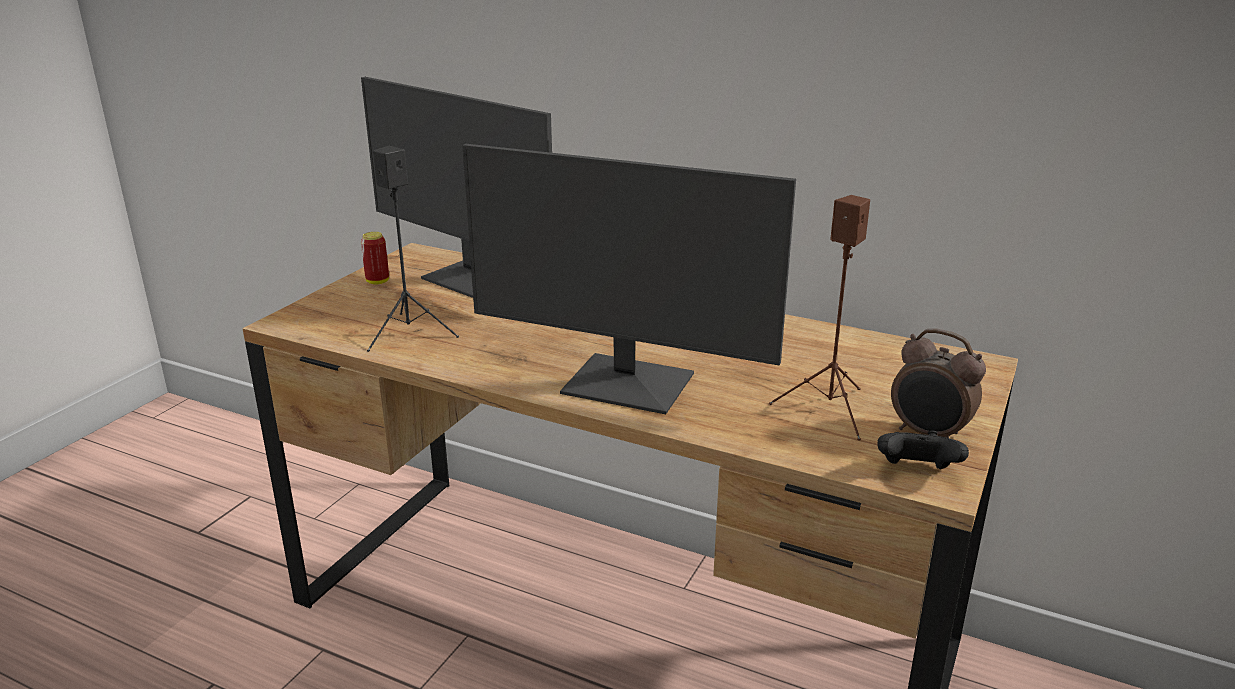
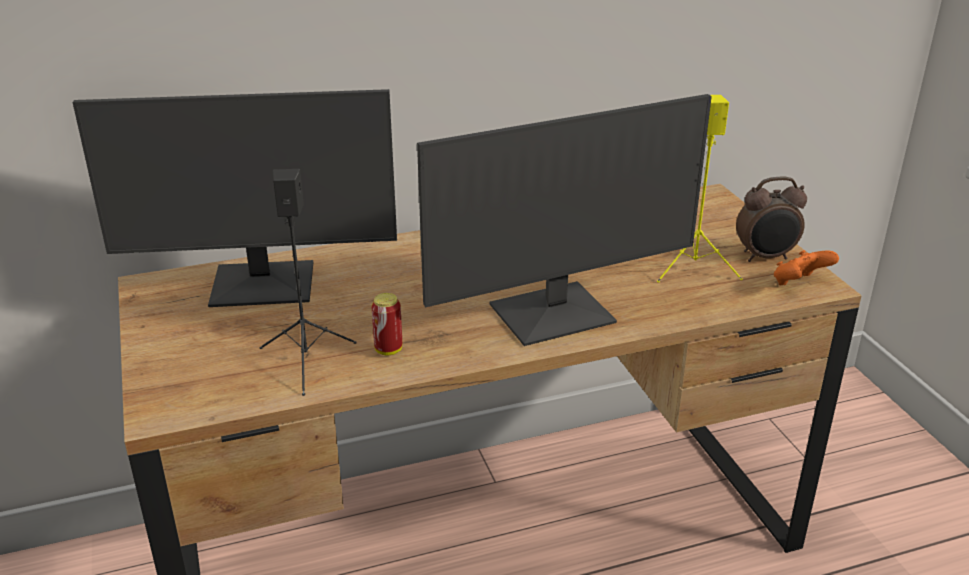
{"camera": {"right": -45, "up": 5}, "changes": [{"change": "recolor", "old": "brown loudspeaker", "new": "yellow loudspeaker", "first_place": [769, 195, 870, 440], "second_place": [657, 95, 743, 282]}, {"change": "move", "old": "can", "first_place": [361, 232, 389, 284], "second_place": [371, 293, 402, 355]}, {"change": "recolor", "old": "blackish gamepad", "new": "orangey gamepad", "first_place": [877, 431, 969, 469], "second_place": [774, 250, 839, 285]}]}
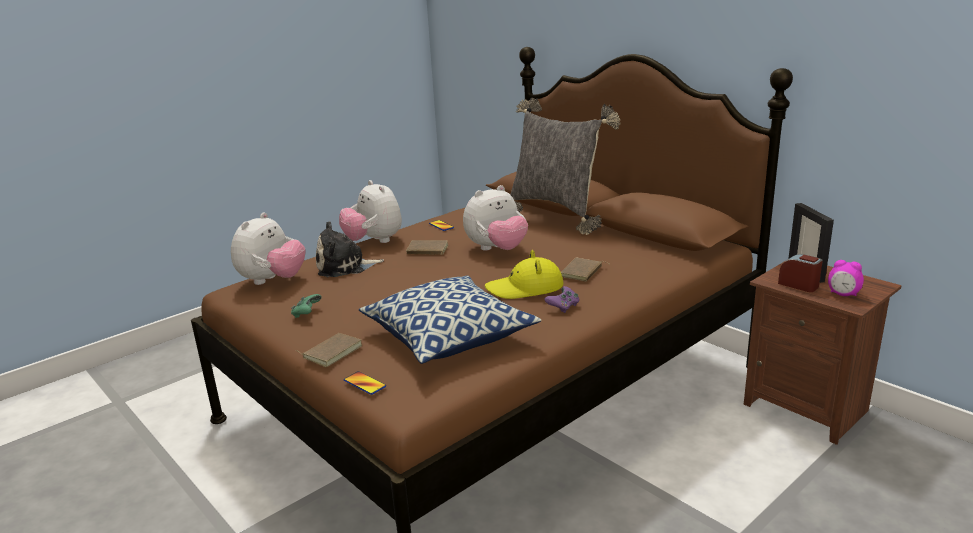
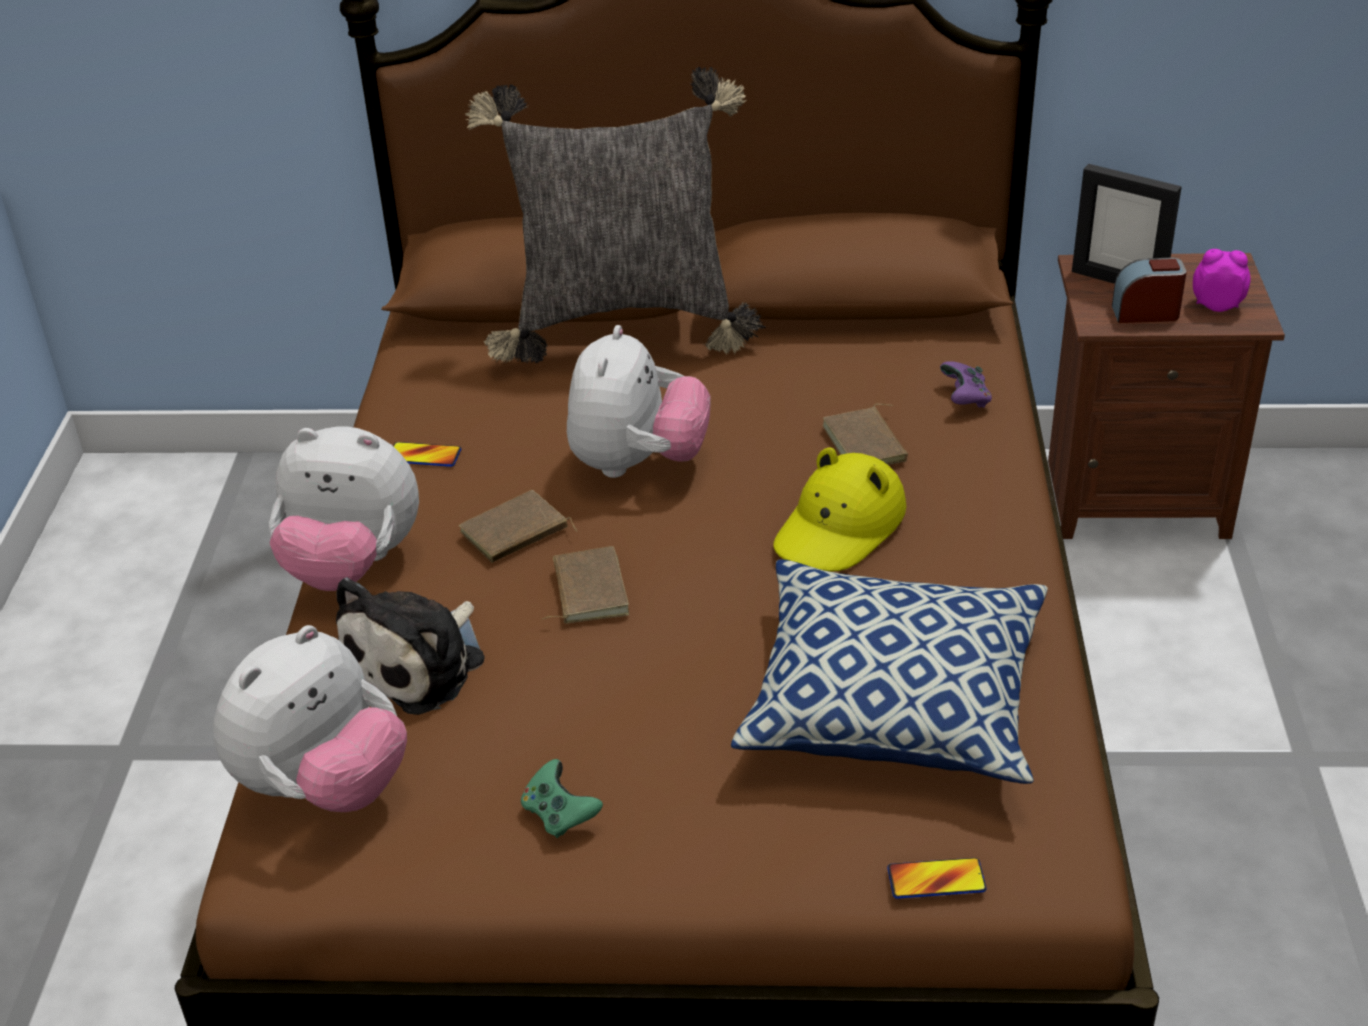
{"camera": {"right": -45, "up": 15}, "changes": [{"change": "rotate", "old": "soft toy", "first_place": [231, 213, 306, 285], "second_place": [213, 625, 407, 812], "degrees": 60}, {"change": "rotate", "old": "table clock", "first_place": [828, 260, 864, 296], "second_place": [1193, 249, 1250, 312], "degrees": -150}, {"change": "move", "old": "purplish gamepad", "first_place": [545, 286, 579, 313], "second_place": [940, 361, 992, 408]}, {"change": "move", "old": "brown volume", "first_place": [296, 333, 362, 367], "second_place": [542, 546, 629, 624]}]}
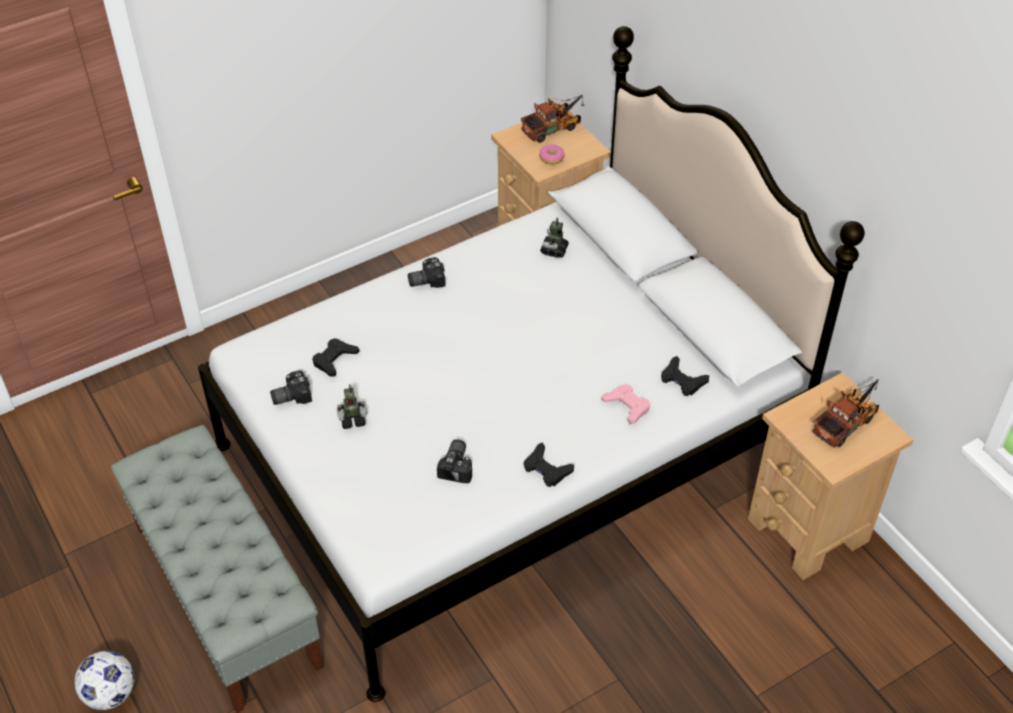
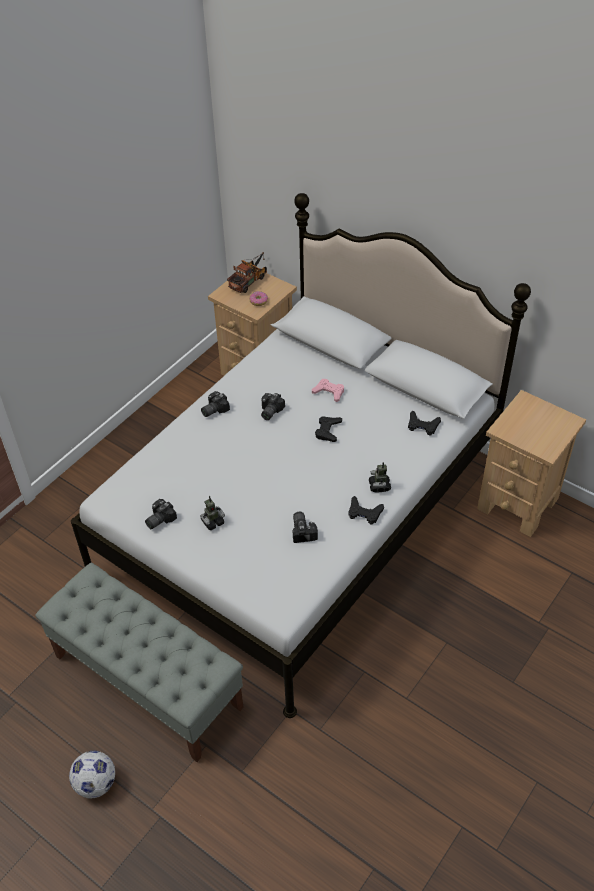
{"camera": {"right": -20, "up": 0}, "changes": [{"change": "move", "old": "robot figure", "first_place": [540, 218, 569, 257], "second_place": [369, 462, 391, 492]}, {"change": "move", "old": "blackish gamepad", "first_place": [312, 338, 359, 377], "second_place": [315, 416, 342, 442]}, {"change": "delete", "old": "model truck", "first_place": [812, 379, 879, 448]}, {"change": "move", "old": "pinkish gamepad", "first_place": [602, 384, 650, 424], "second_place": [312, 379, 344, 402]}, {"change": "insert", "new": "still camera", "second_place": [261, 393, 285, 420]}]}
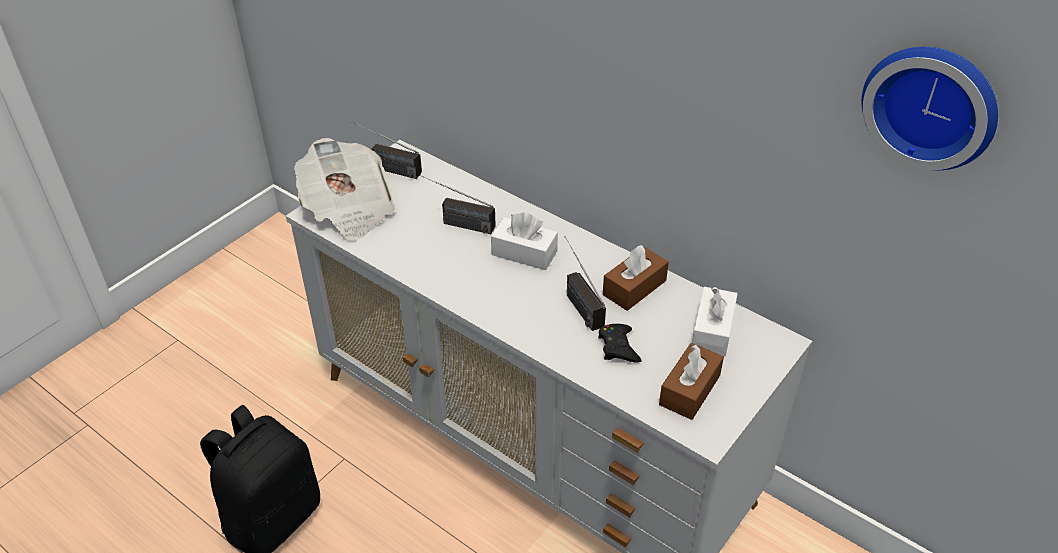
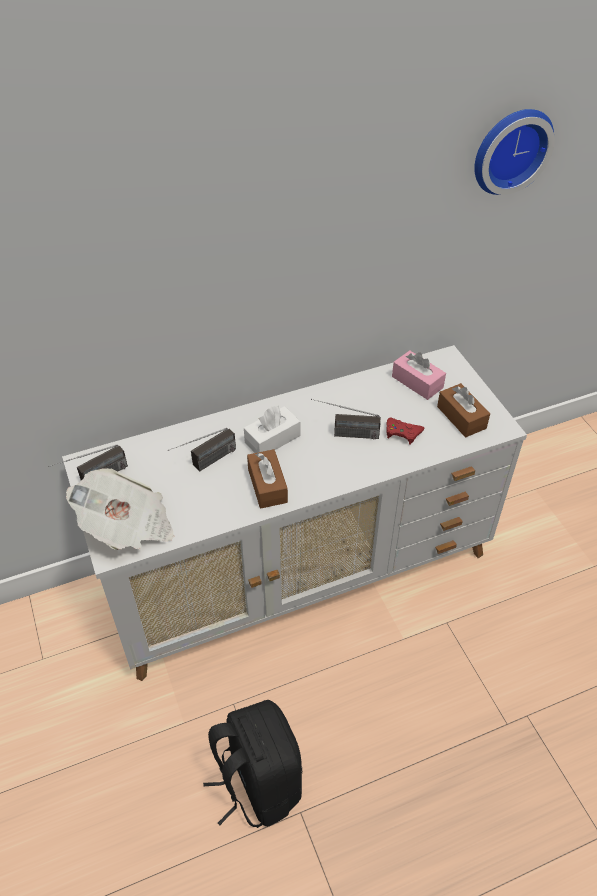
{"camera": {"right": -60, "up": 5}, "changes": [{"change": "move", "old": "brown box of tissues", "first_place": [603, 245, 669, 311], "second_place": [247, 449, 288, 509]}, {"change": "recolor", "old": "whitish box of tissues", "new": "pinkish box of tissues", "first_place": [692, 286, 738, 356], "second_place": [392, 350, 446, 400]}, {"change": "recolor", "old": "blackish gamepad", "new": "reddish gamepad", "first_place": [598, 324, 642, 363], "second_place": [387, 417, 424, 445]}]}
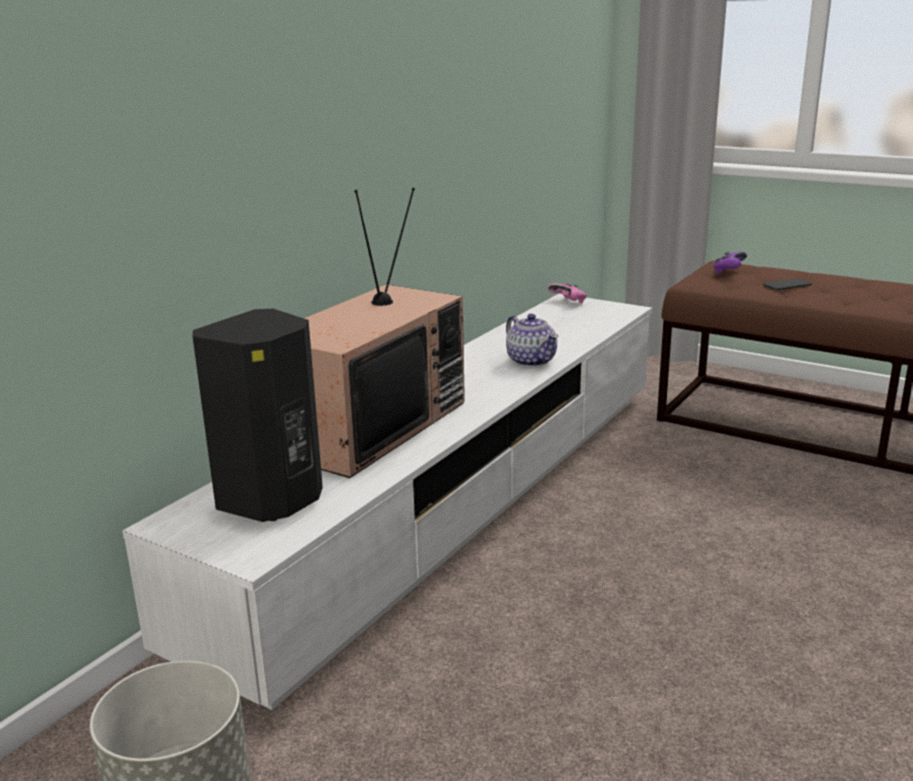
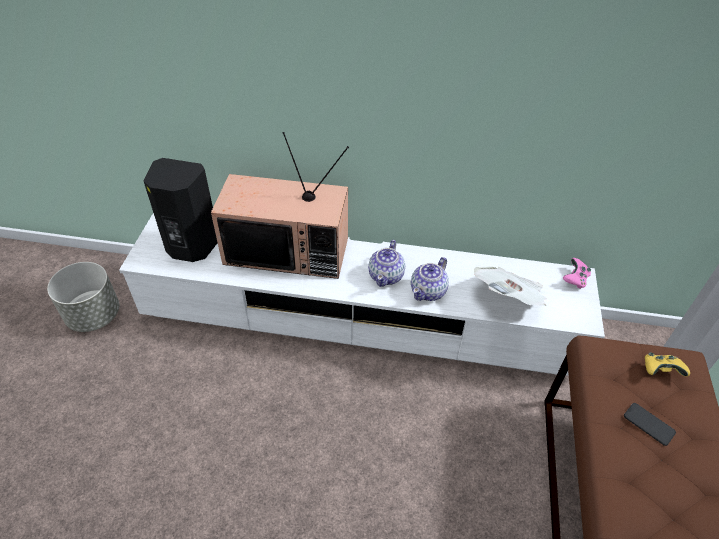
{"camera": {"right": 65, "up": 25}, "changes": [{"change": "recolor", "old": "purplish gamepad", "new": "yellow gamepad", "first_place": [713, 251, 747, 274], "second_place": [645, 353, 690, 377]}, {"change": "insert", "new": "teapot", "second_place": [368, 240, 405, 287]}, {"change": "insert", "new": "newspaper", "second_place": [474, 266, 547, 306]}]}
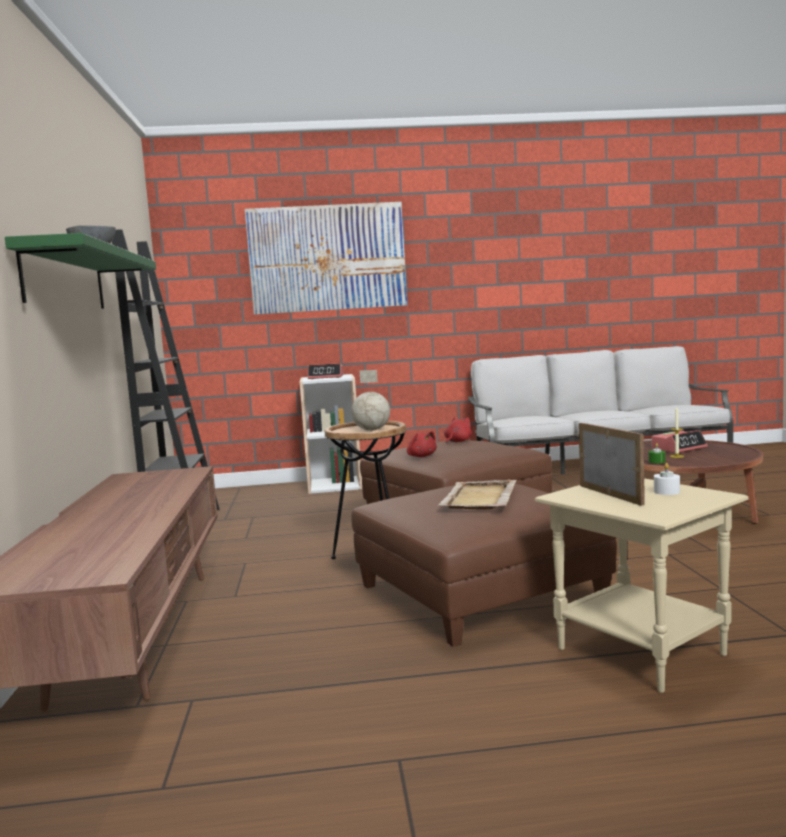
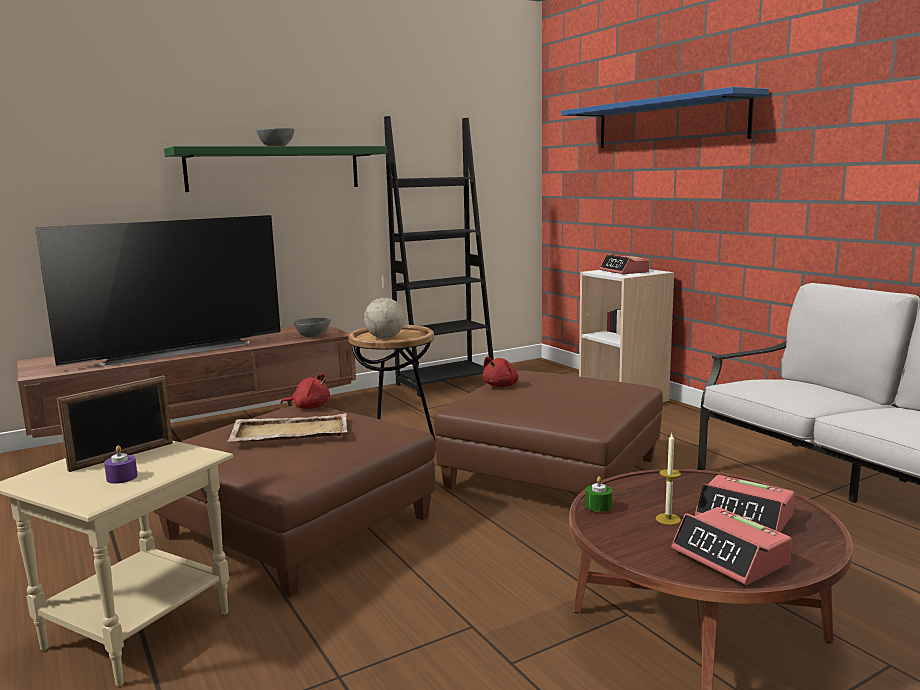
{"camera": {"right": 65, "up": 5}, "changes": [{"change": "replace", "old": "picture", "new": "blue wall shelf", "first_place": [245, 202, 407, 315], "second_place": [561, 87, 769, 148]}, {"change": "move", "old": "reddish soft toy", "first_place": [444, 417, 472, 444], "second_place": [281, 373, 330, 409]}, {"change": "recolor", "old": "whitish candle", "new": "purplish candle", "first_place": [654, 463, 680, 495], "second_place": [104, 445, 138, 484]}, {"change": "insert", "new": "television", "second_place": [35, 215, 281, 366]}, {"change": "insert", "new": "greyish serving bowl", "second_place": [294, 318, 331, 338]}, {"change": "insert", "new": "table clock", "second_place": [672, 507, 792, 585]}]}
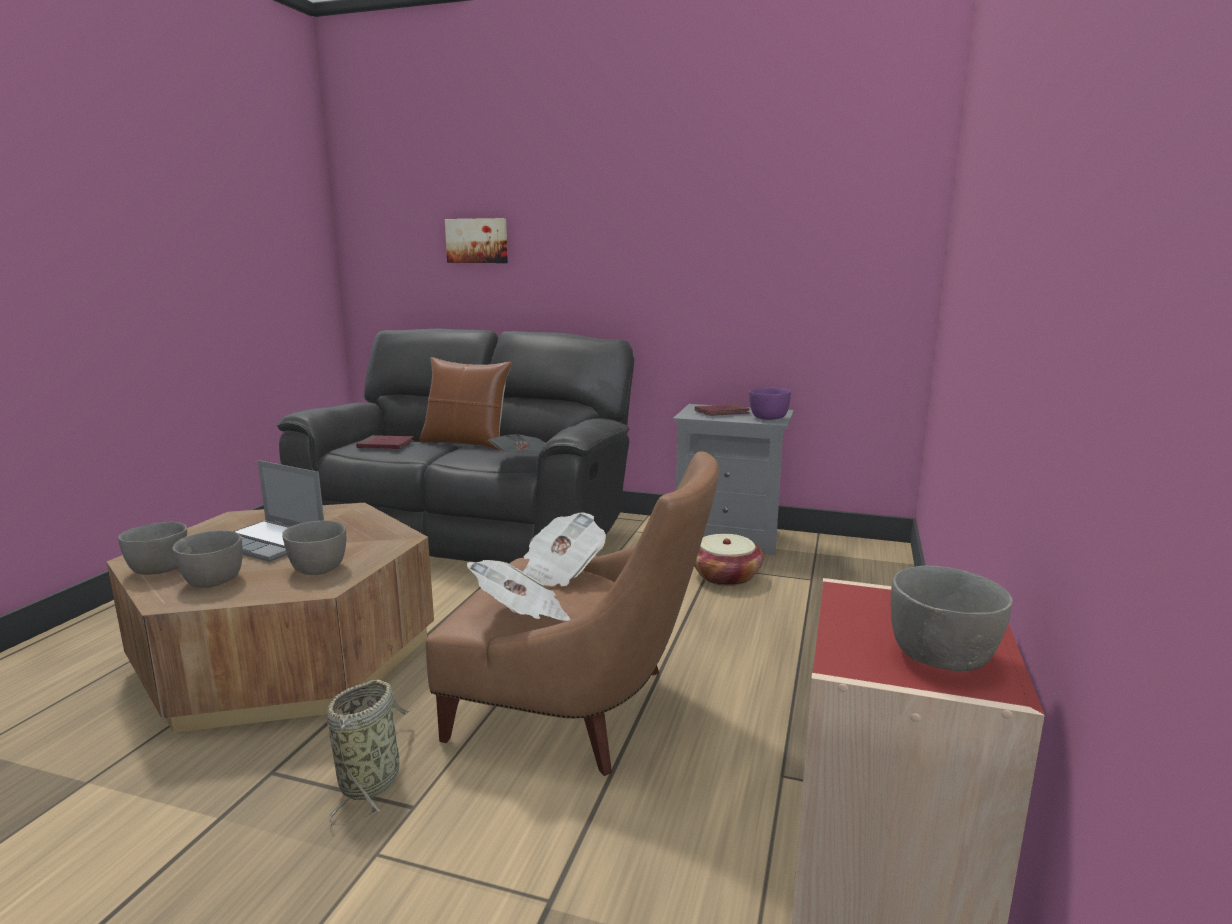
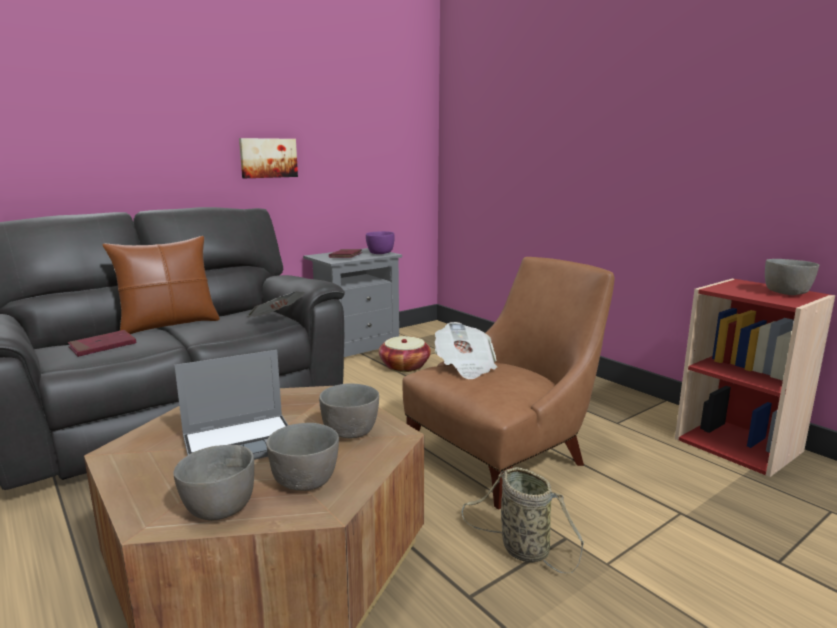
{"camera": {"right": -55, "up": 0}, "changes": [{"change": "move", "old": "picture", "first_place": [445, 218, 508, 263], "second_place": [239, 138, 298, 178]}, {"change": "delete", "old": "newspaper", "first_place": [467, 560, 571, 621]}]}
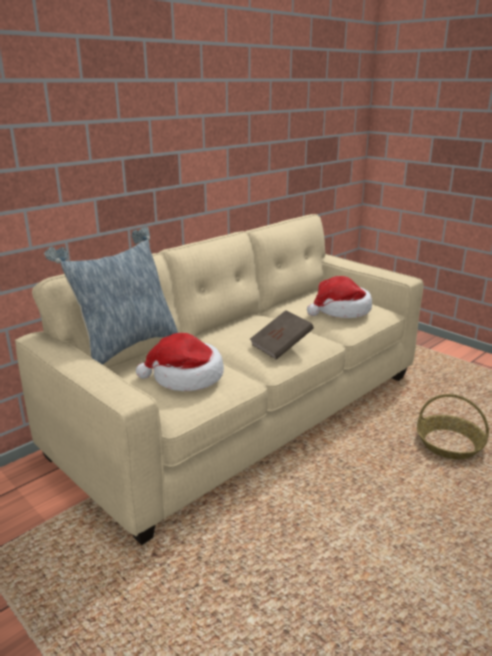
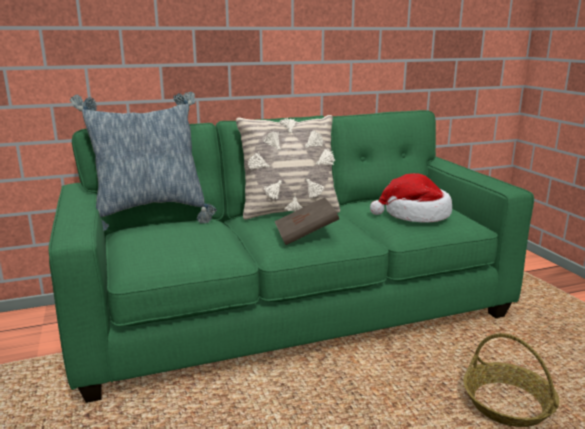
{"camera": {"right": 25, "up": -5}, "changes": [{"change": "recolor", "old": "beige couch", "new": "greenish couch", "first_place": [15, 214, 424, 545], "second_place": [48, 110, 534, 403]}, {"change": "delete", "old": "hat", "first_place": [136, 333, 224, 391]}, {"change": "insert", "new": "beige cushion", "second_place": [236, 115, 340, 220]}]}
